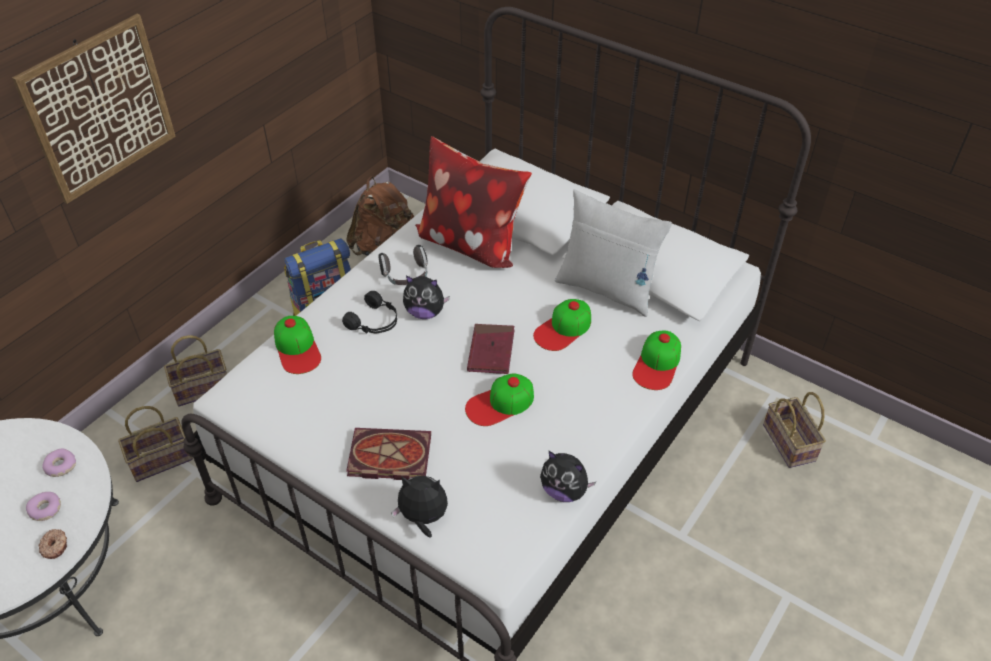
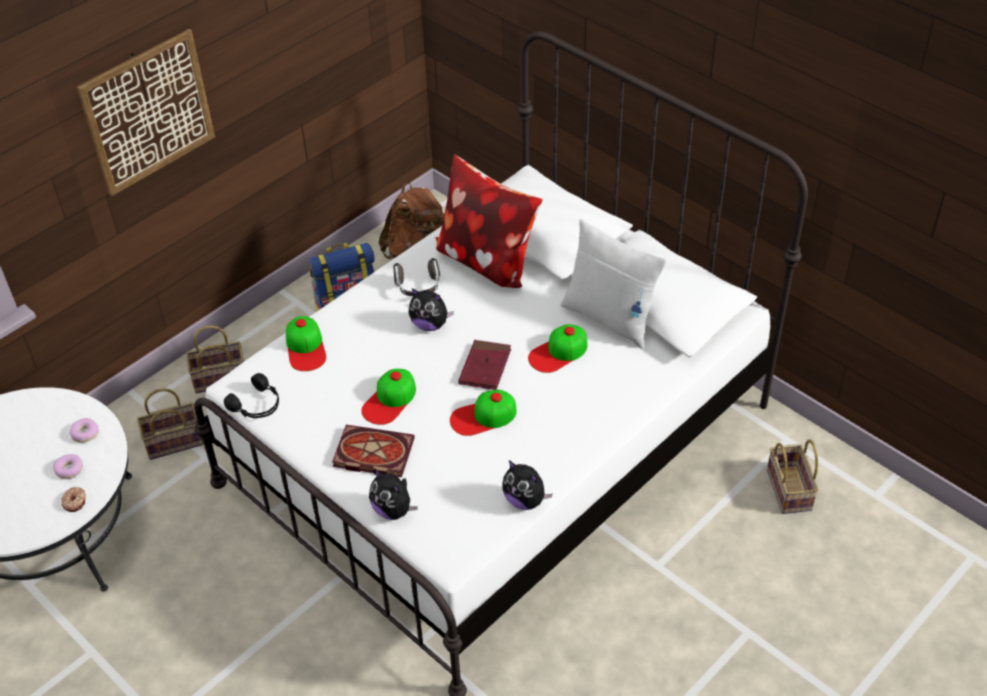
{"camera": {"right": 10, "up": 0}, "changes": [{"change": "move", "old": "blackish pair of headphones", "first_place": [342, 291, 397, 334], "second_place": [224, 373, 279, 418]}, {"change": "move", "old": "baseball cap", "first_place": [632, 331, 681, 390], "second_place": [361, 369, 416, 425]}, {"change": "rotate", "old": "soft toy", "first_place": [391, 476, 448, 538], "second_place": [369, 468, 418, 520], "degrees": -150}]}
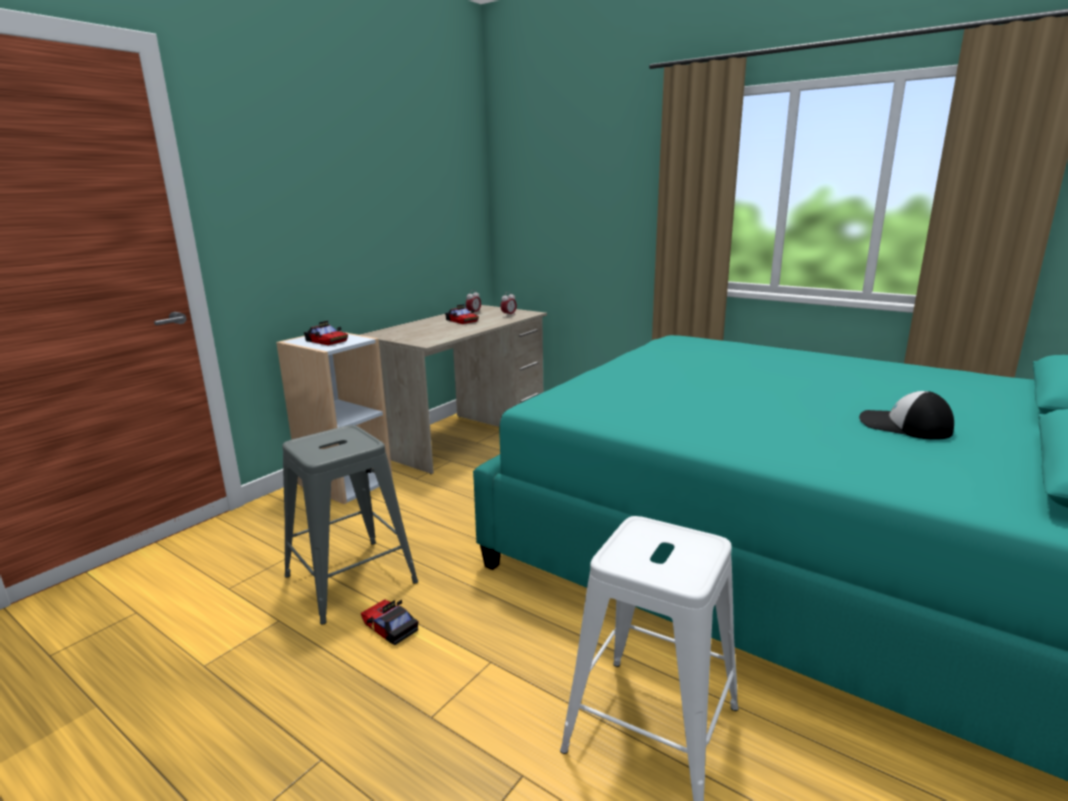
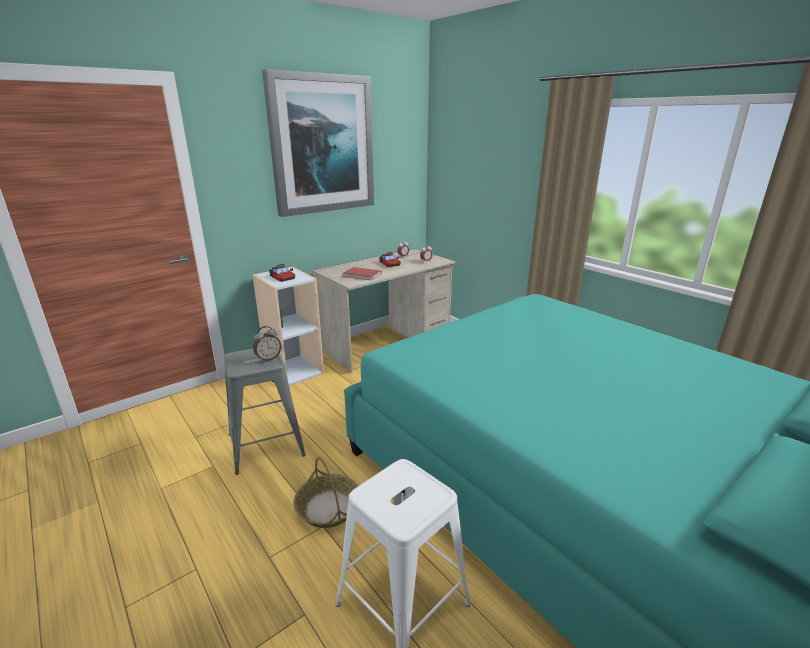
{"camera": {"right": 15, "up": 5}, "changes": [{"change": "delete", "old": "baseball cap", "first_place": [859, 391, 954, 440]}, {"change": "delete", "old": "toy car", "first_place": [361, 599, 418, 645]}, {"change": "insert", "new": "picture", "second_place": [262, 69, 374, 217]}, {"change": "insert", "new": "reddish volume", "second_place": [343, 267, 382, 280]}, {"change": "insert", "new": "table clock", "second_place": [253, 326, 281, 362]}, {"change": "insert", "new": "storage basket", "second_place": [293, 457, 358, 528]}]}
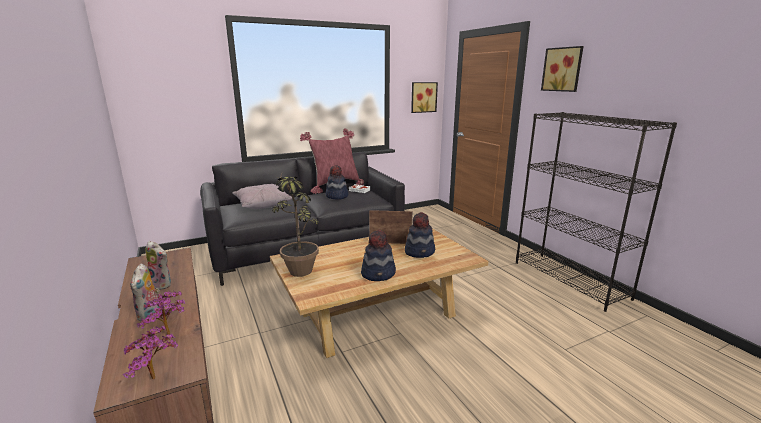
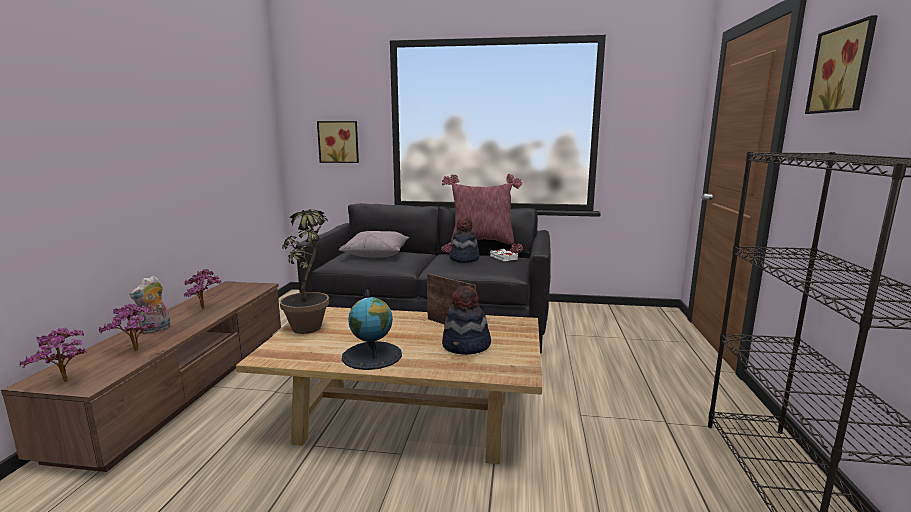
{"camera": {"right": 35, "up": -5}, "changes": [{"change": "move", "old": "picture", "first_place": [411, 82, 438, 113], "second_place": [317, 121, 359, 163]}, {"change": "replace", "old": "hat", "new": "world globe", "first_place": [361, 230, 396, 281], "second_place": [342, 290, 402, 370]}, {"change": "replace", "old": "soft toy", "new": "houseplant", "first_place": [145, 241, 171, 290], "second_place": [183, 269, 222, 309]}]}
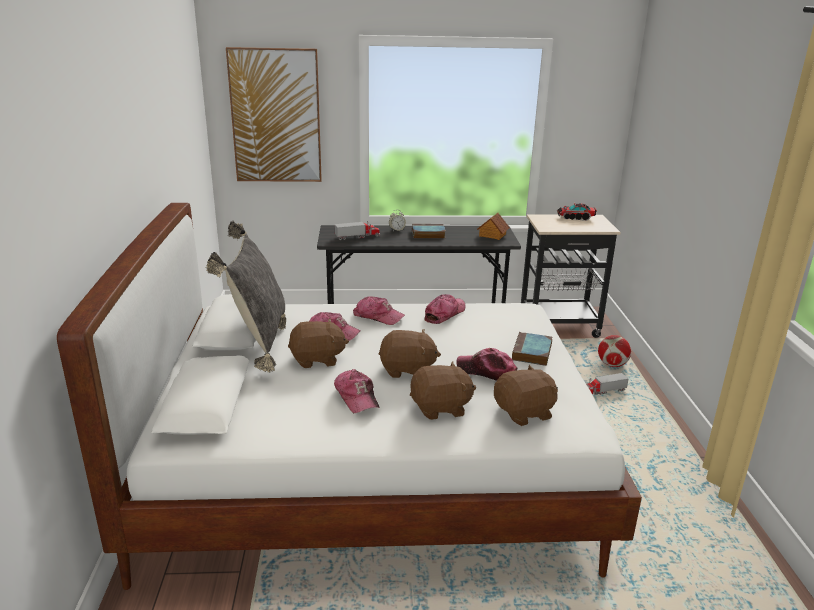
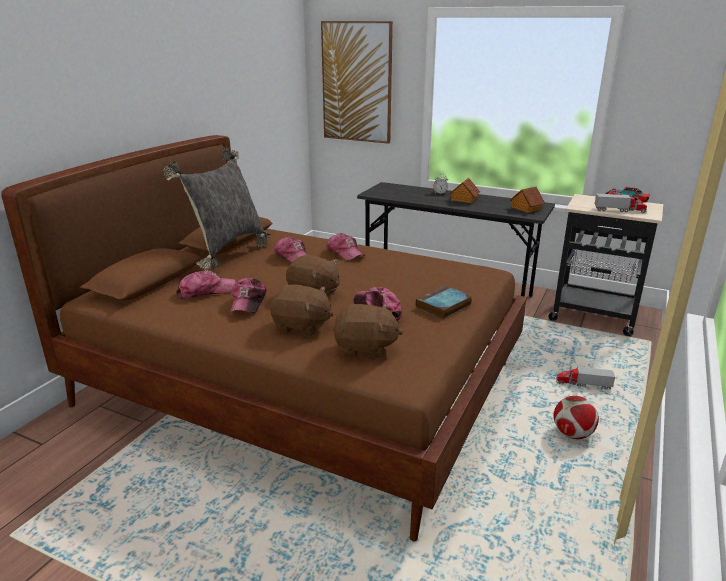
{"camera": {"right": 30, "up": 0}, "changes": [{"change": "recolor", "old": "whitish bed", "new": "brown bed", "first_place": [57, 203, 642, 590], "second_place": [1, 135, 527, 542]}, {"change": "move", "old": "model truck", "first_place": [335, 221, 380, 240], "second_place": [595, 194, 647, 213]}, {"change": "replace", "old": "volume", "new": "toy house", "first_place": [412, 224, 446, 238], "second_place": [449, 178, 480, 203]}, {"change": "move", "old": "baseball cap", "first_place": [424, 294, 466, 324], "second_place": [176, 270, 236, 299]}, {"change": "delete", "old": "brown soft toy", "first_place": [288, 319, 349, 368]}, {"change": "move", "old": "ball for football", "first_place": [598, 335, 631, 367], "second_place": [554, 396, 599, 439]}]}
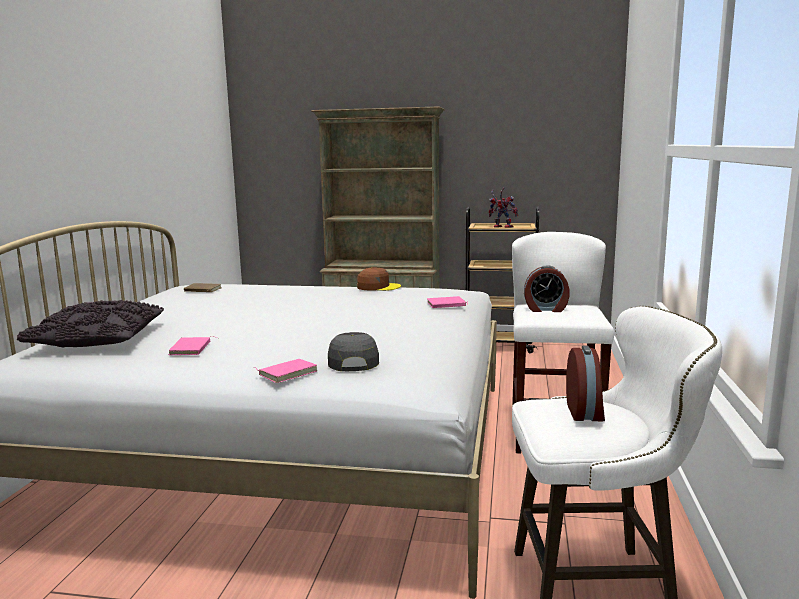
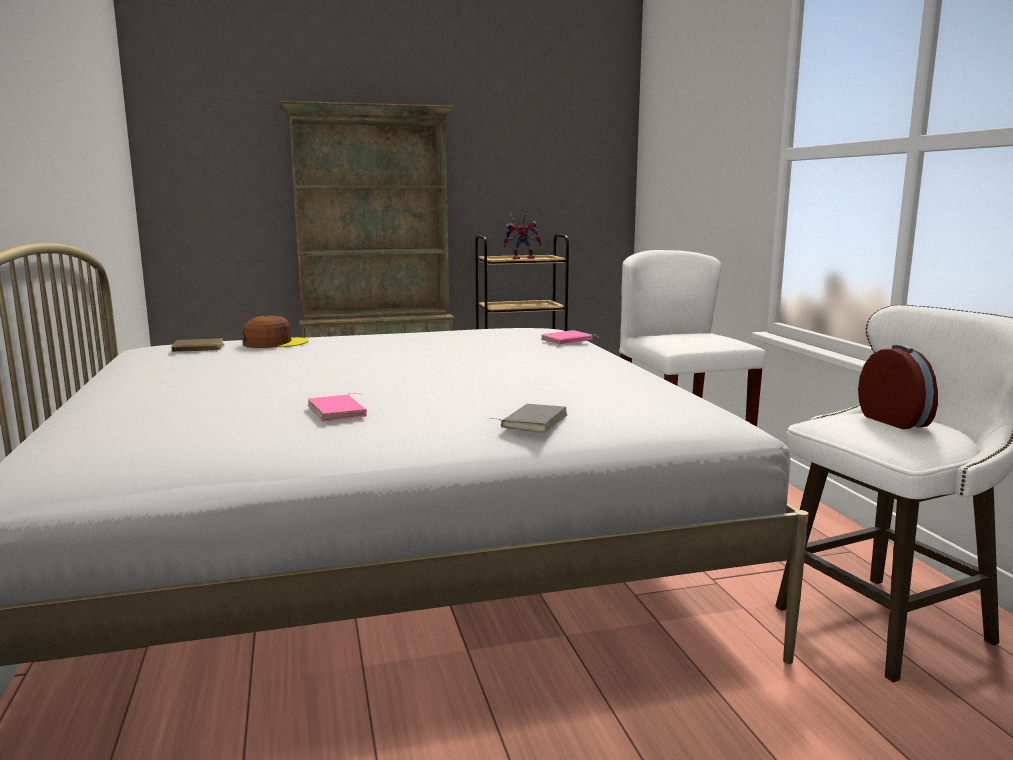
{"camera": {"right": -25, "up": 0}, "changes": [{"change": "delete", "old": "table clock", "first_place": [524, 265, 569, 312]}, {"change": "move", "old": "brown baseball cap", "first_place": [357, 267, 401, 291], "second_place": [242, 315, 309, 348]}, {"change": "delete", "old": "blackish cushion", "first_place": [17, 300, 164, 347]}, {"change": "delete", "old": "greyish baseball cap", "first_place": [328, 332, 379, 371]}, {"change": "recolor", "old": "pinkish volume", "new": "greyish volume", "first_place": [254, 359, 317, 383], "second_place": [490, 404, 567, 433]}]}
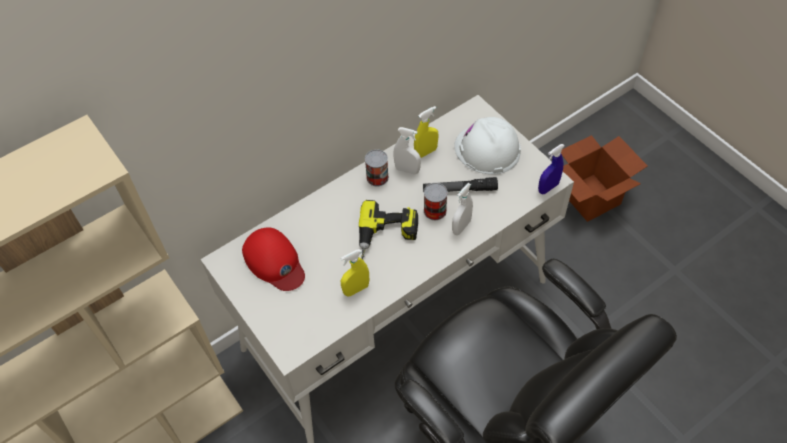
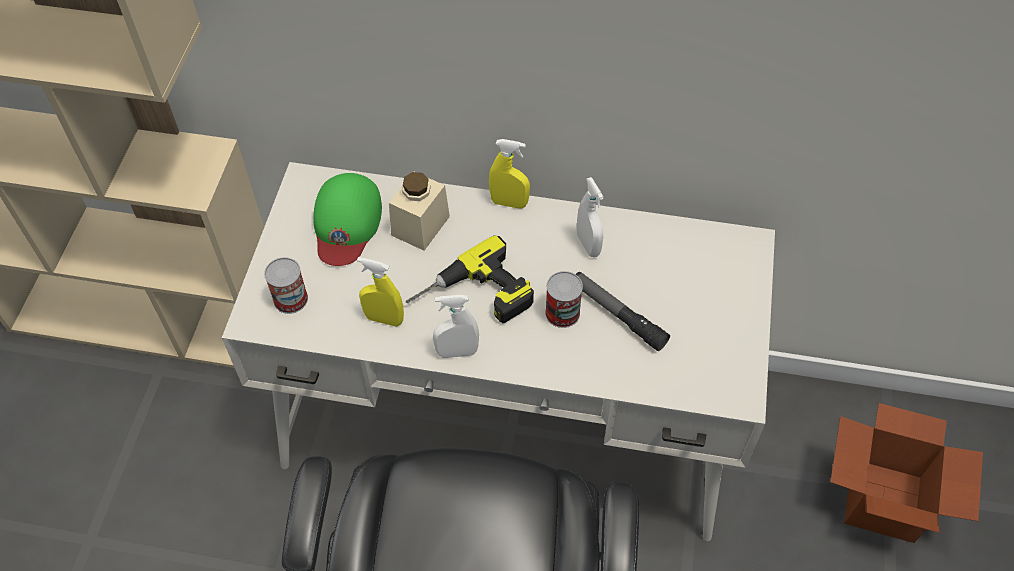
{"camera": {"right": 45, "up": 0}, "changes": [{"change": "move", "old": "yellow spray bottle", "first_place": [414, 106, 438, 158], "second_place": [489, 139, 530, 209]}, {"change": "delete", "old": "whitish hard hat", "first_place": [454, 117, 521, 174]}, {"change": "delete", "old": "blue spray bottle", "first_place": [538, 144, 565, 194]}, {"change": "move", "old": "can", "first_place": [365, 149, 389, 186], "second_place": [264, 257, 308, 314]}, {"change": "move", "old": "whitish spray bottle", "first_place": [452, 183, 473, 235], "second_place": [433, 295, 479, 358]}, {"change": "recolor", "old": "reddish baseball cap", "new": "greenish baseball cap", "first_place": [242, 227, 305, 291], "second_place": [314, 173, 382, 266]}, {"change": "insert", "new": "beige jar", "second_place": [389, 172, 450, 251]}]}
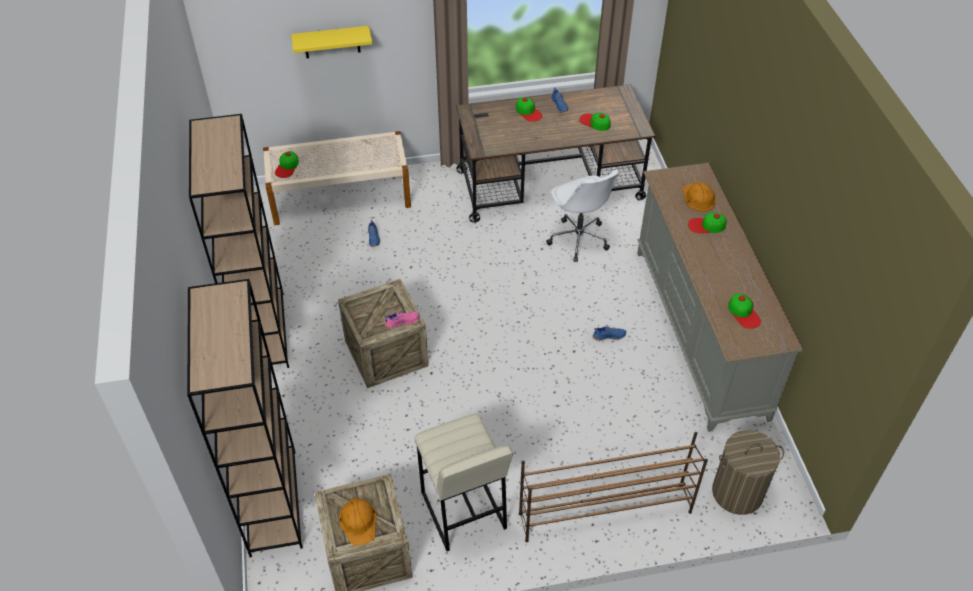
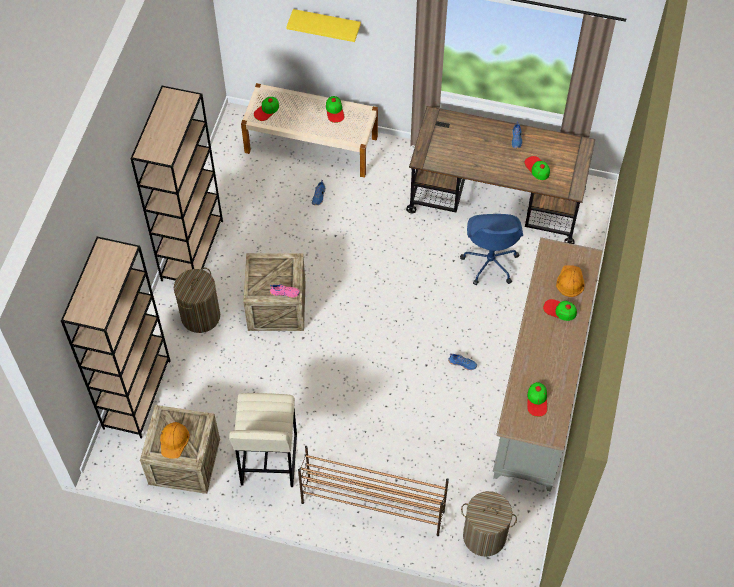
{"camera": {"right": 25, "up": 10}, "changes": [{"change": "move", "old": "baseball cap", "first_place": [516, 97, 543, 122], "second_place": [326, 96, 344, 123]}, {"change": "recolor", "old": "whitish desk chair", "new": "blue desk chair", "first_place": [546, 169, 620, 262], "second_place": [460, 214, 523, 285]}, {"change": "insert", "new": "hamper", "second_place": [174, 268, 220, 333]}]}
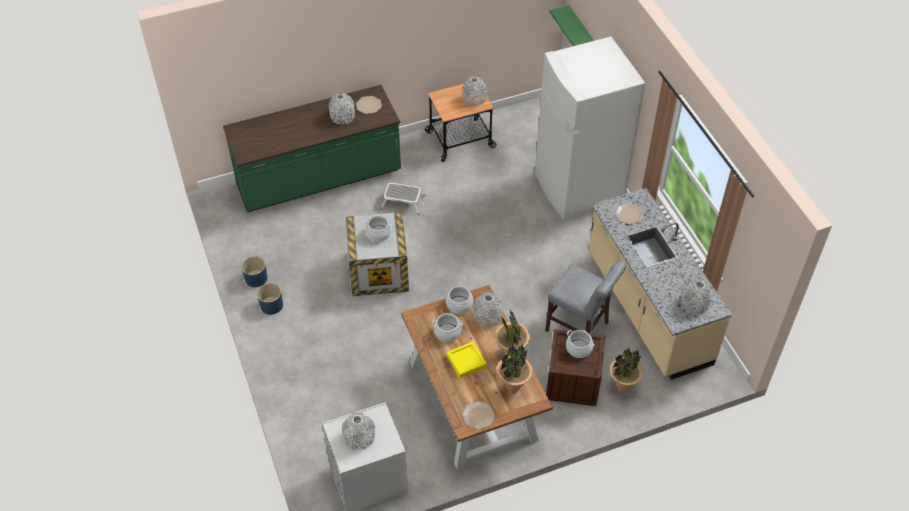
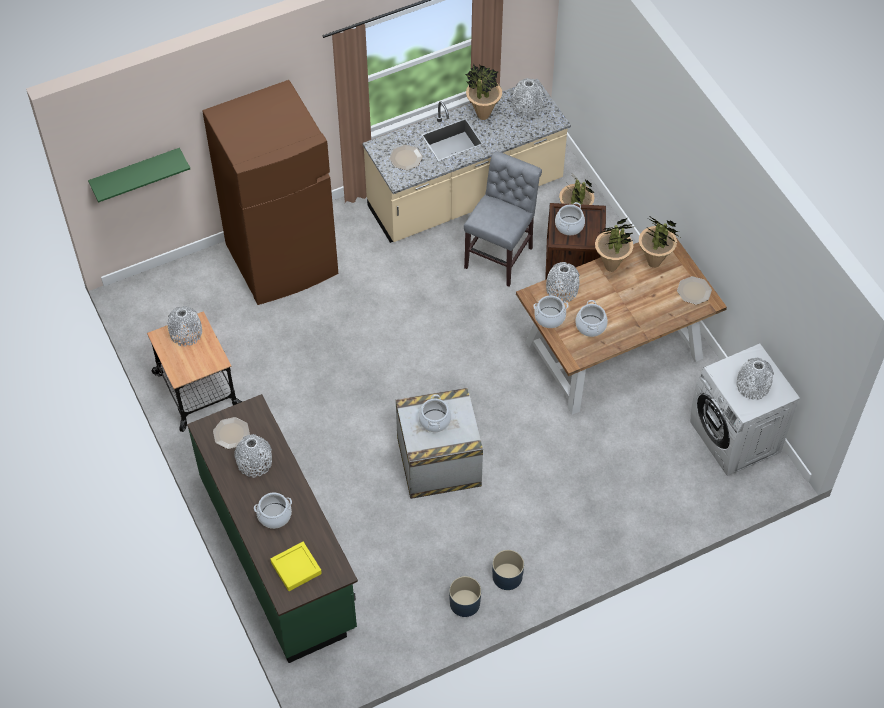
{"camera": {"right": -95, "up": 5}, "changes": [{"change": "recolor", "old": "whitish kitchen fridge", "new": "brown kitchen fridge", "first_place": [535, 37, 645, 220], "second_place": [203, 80, 338, 305]}, {"change": "delete", "old": "greyish step stool", "first_place": [380, 183, 425, 216]}, {"change": "move", "old": "yellow tray", "first_place": [447, 342, 487, 378], "second_place": [270, 542, 322, 591]}, {"change": "insert", "new": "houseplant", "second_place": [465, 64, 502, 120]}, {"change": "insert", "new": "cooking pot", "second_place": [254, 493, 292, 529]}]}
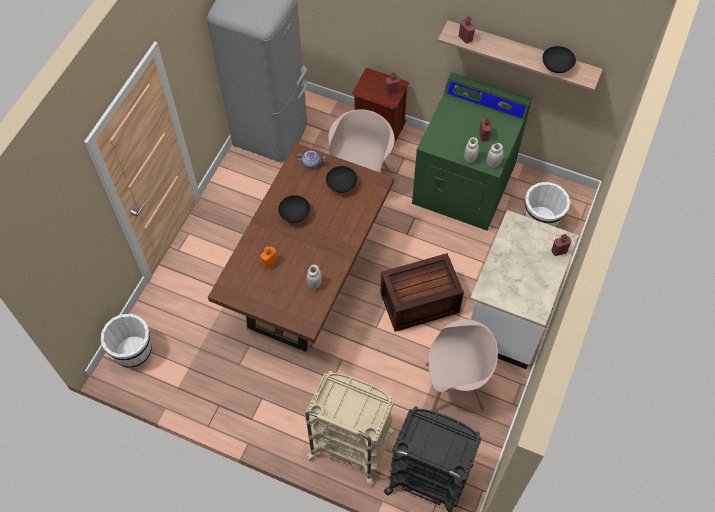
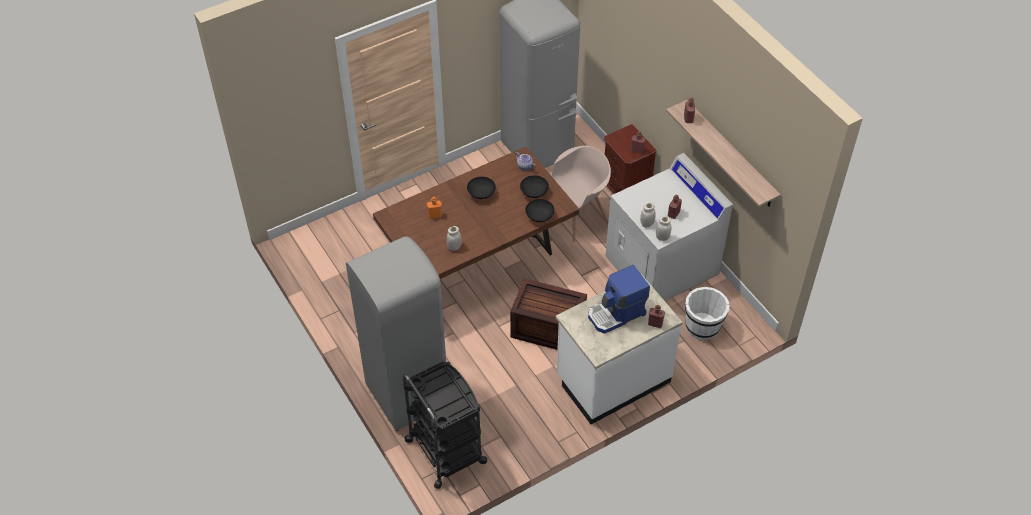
{"camera": {"right": 35, "up": -10}, "changes": [{"change": "move", "old": "blackish serving bowl", "first_place": [543, 46, 576, 73], "second_place": [525, 199, 554, 222]}, {"change": "recolor", "old": "greenish washing machine", "new": "whitish washing machine", "first_place": [412, 72, 532, 230], "second_place": [605, 153, 733, 301]}, {"change": "delete", "old": "whitish bucket", "first_place": [101, 314, 152, 369]}, {"change": "delete", "old": "beige chair", "first_place": [426, 320, 498, 411]}, {"change": "replace", "old": "beige trolley", "new": "greyish kitchen fridge", "first_place": [305, 371, 394, 486], "second_place": [346, 237, 446, 431]}, {"change": "insert", "new": "coffee maker", "second_place": [588, 265, 650, 334]}]}
